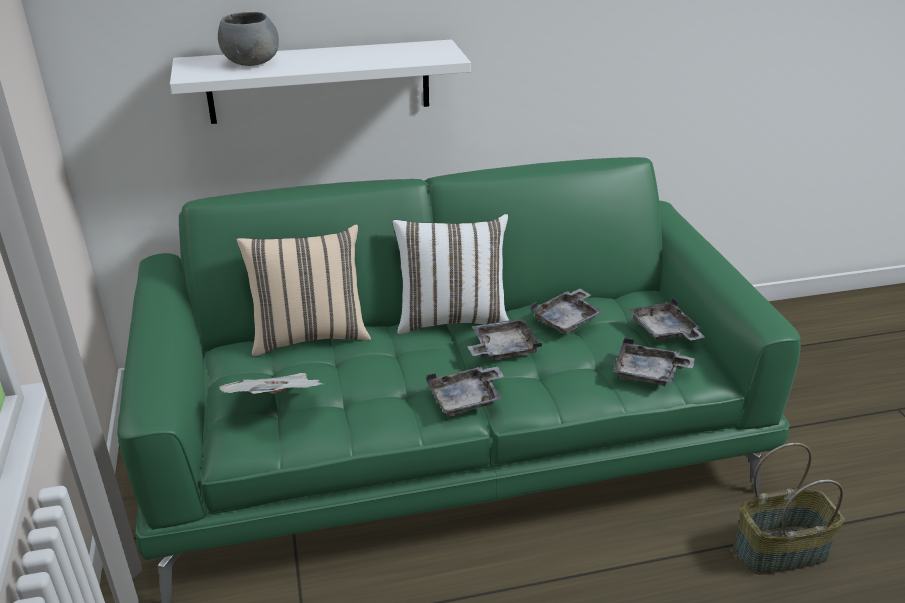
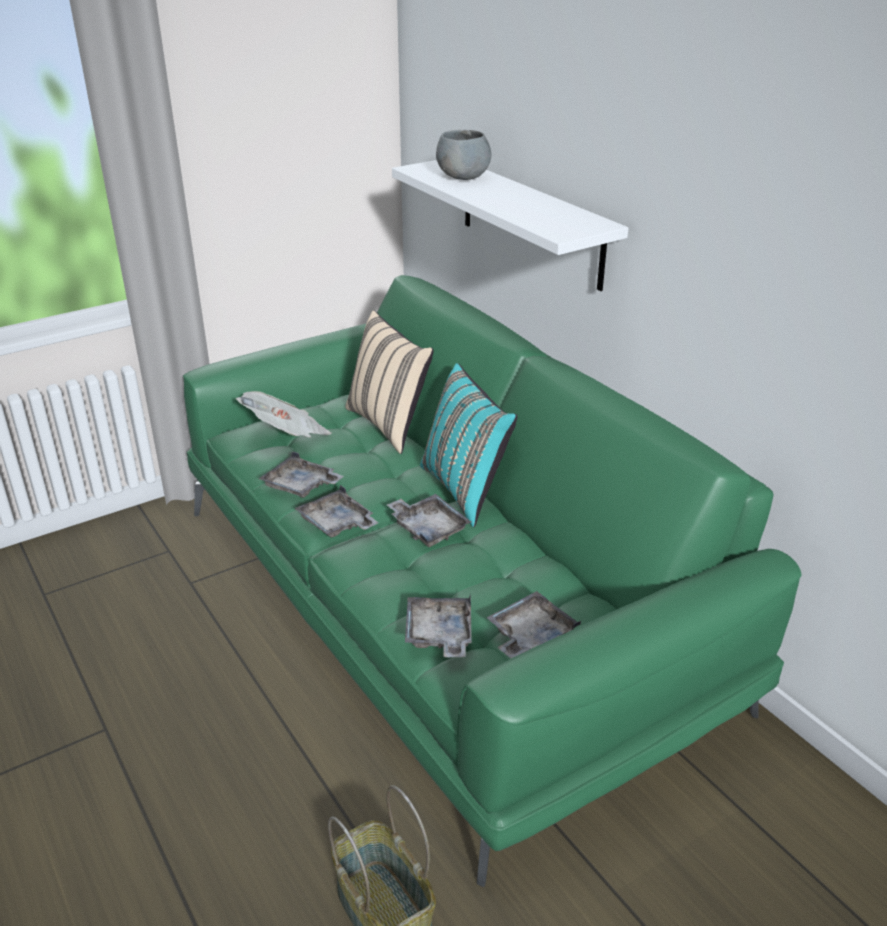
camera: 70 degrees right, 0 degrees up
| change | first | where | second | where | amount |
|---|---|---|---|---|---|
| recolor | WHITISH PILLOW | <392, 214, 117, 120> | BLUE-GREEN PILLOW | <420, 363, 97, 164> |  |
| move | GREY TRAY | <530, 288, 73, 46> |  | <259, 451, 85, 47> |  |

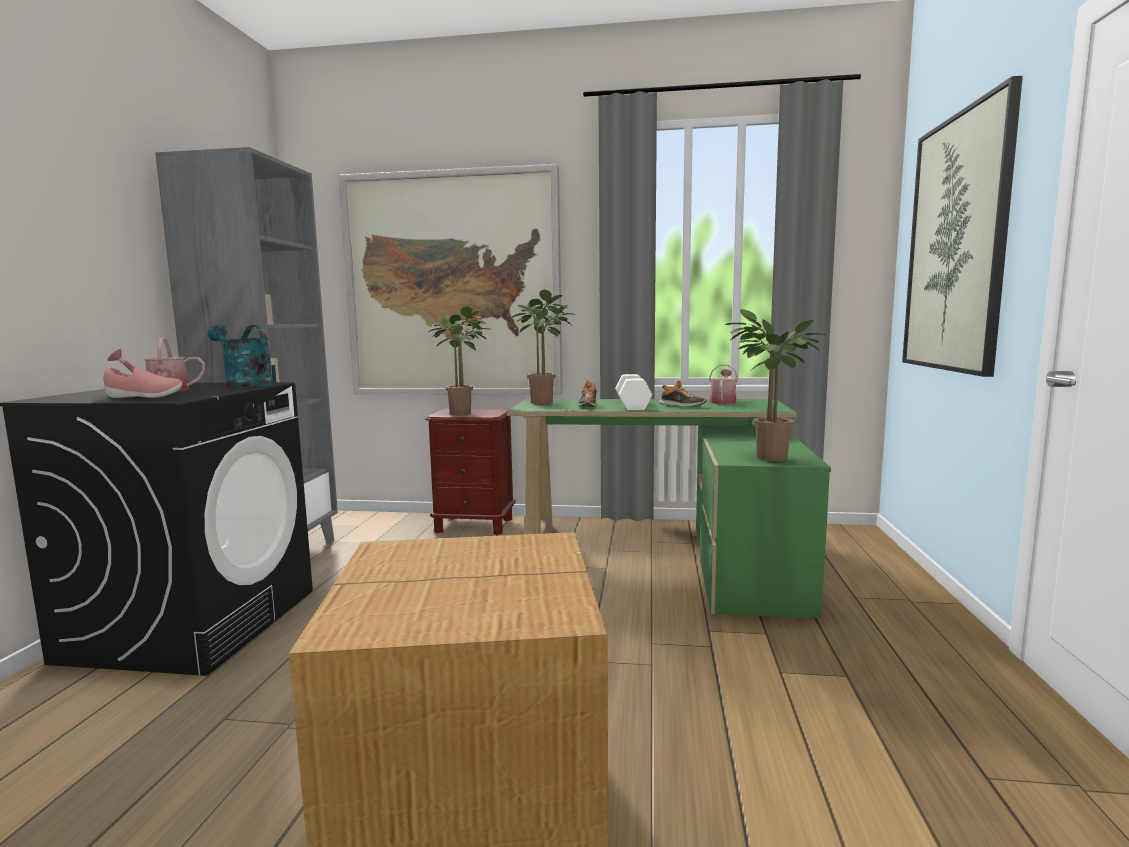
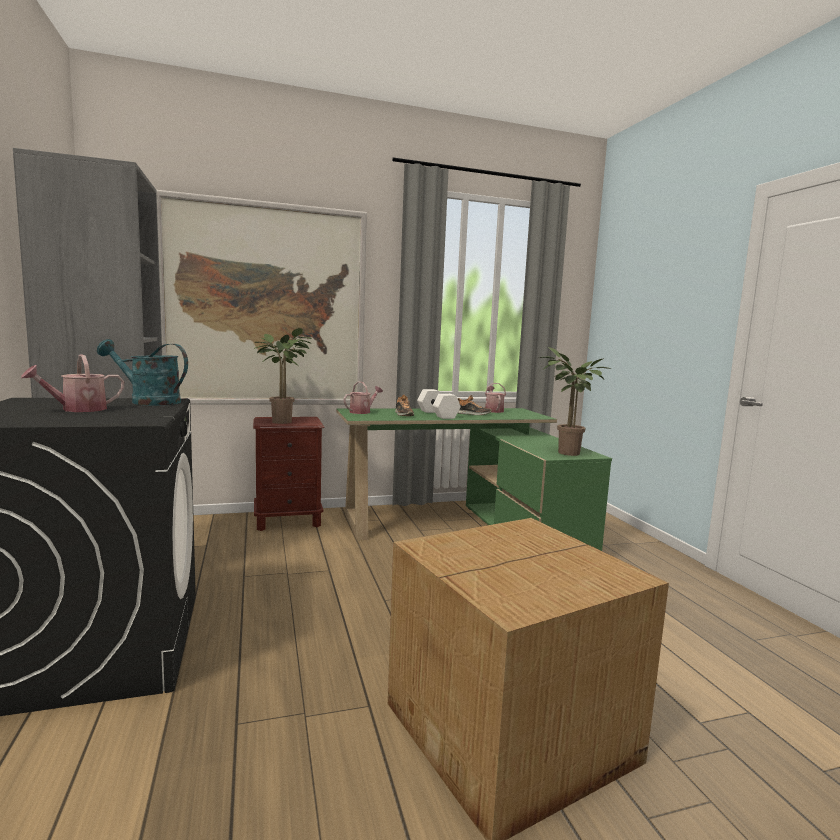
camera: 25 degrees left, 0 degrees up
| change | first | where | second | where | amount |
|---|---|---|---|---|---|
| delete | WALL PICTURE | <902, 76, 121, 301> |  |  |  |
| replace | PLANT IN A POT | <512, 290, 64, 114> | WATERING CAN | <344, 381, 39, 33> |  |
| delete | PINK LOW SHOE | <103, 367, 80, 31> |  |  |  |

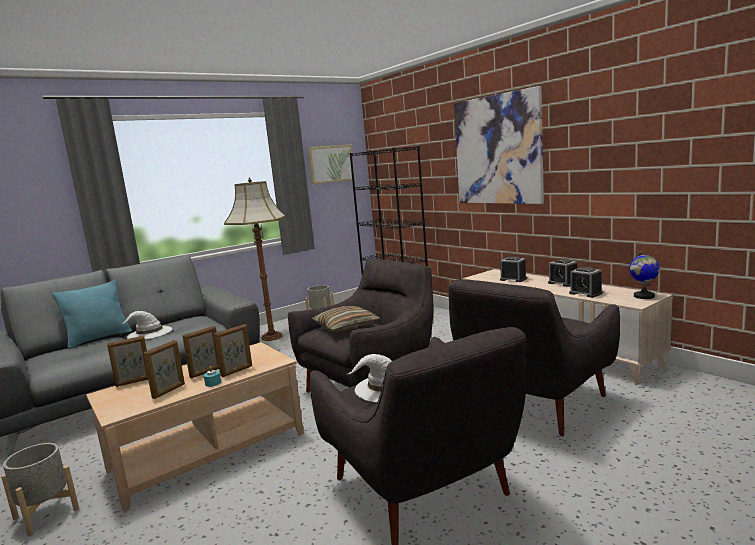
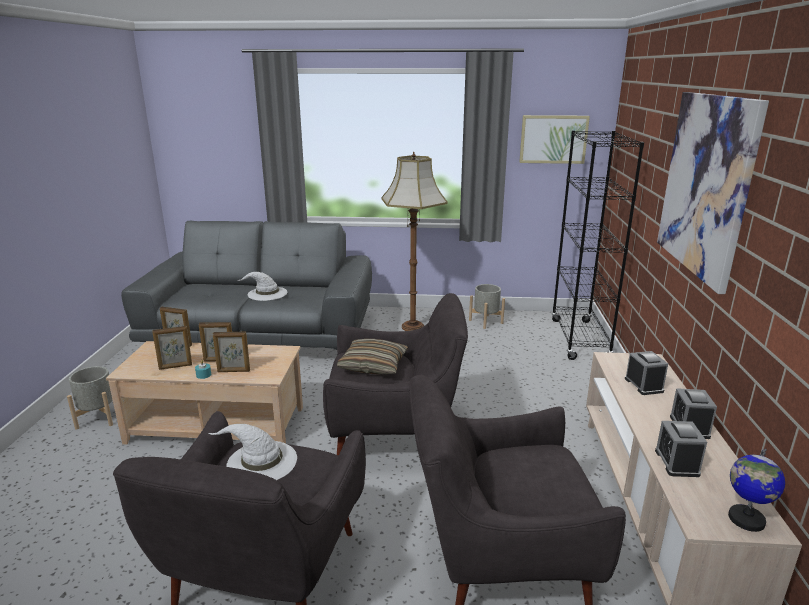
camera: 40 degrees right, 10 degrees up
| change | first | where | second | where | amount |
|---|---|---|---|---|---|
| delete | BLUE-GREEN PILLOW | <52, 280, 80, 69> |  |  |  |

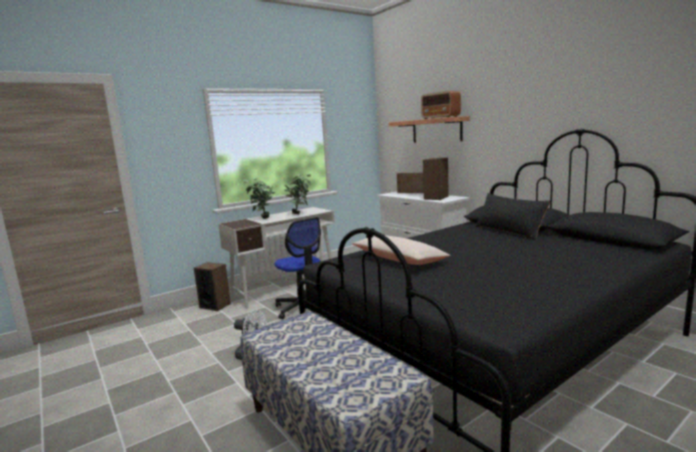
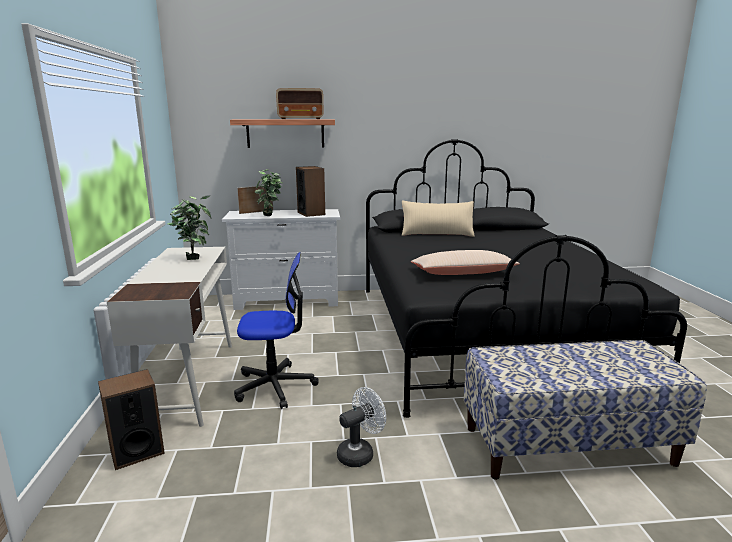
camera: 60 degrees left, 5 degrees up
| change | first | where | second | where | amount |
|---|---|---|---|---|---|
| move | PLANT IN A POT | <243, 178, 33, 41> |  | <254, 169, 28, 47> |  |
| recolor | BLACK PILLOW | <475, 193, 75, 47> | BEIGE PILLOW | <402, 201, 73, 36> |  |

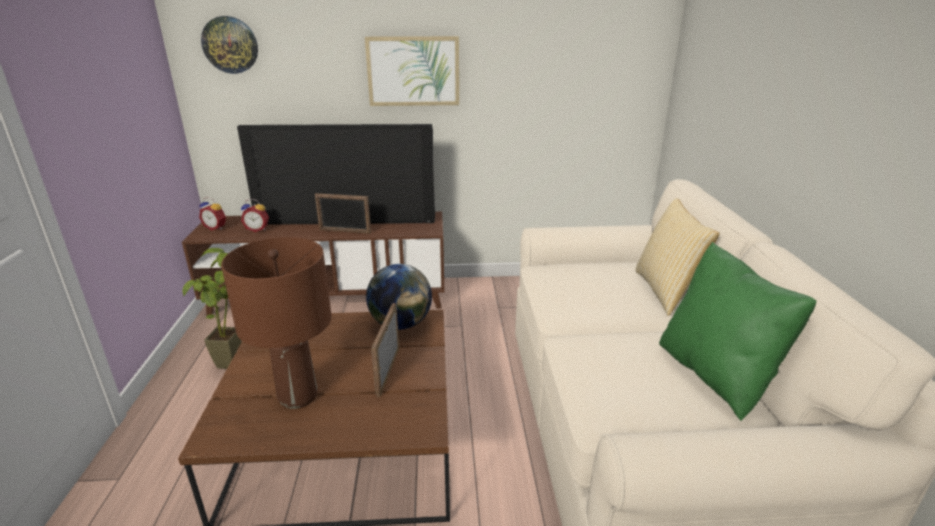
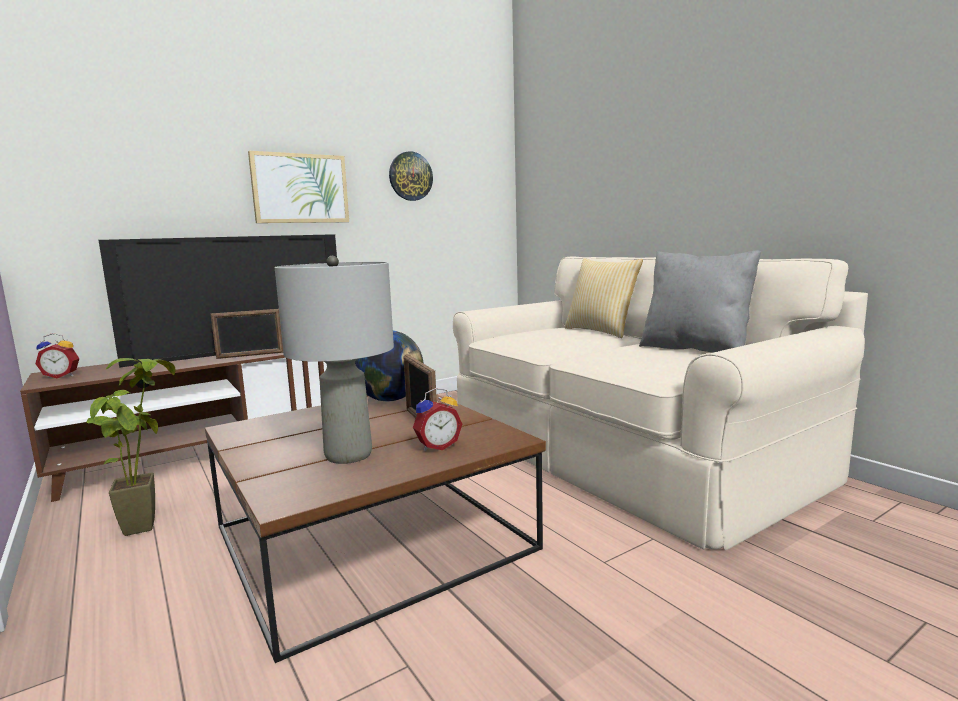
camera: 30 degrees left, 15 degrees down
| change | first | where | second | where | amount |
|---|---|---|---|---|---|
| move | HANGING CLOCK | <201, 16, 57, 58> |  | <389, 151, 44, 50> |  |
| move | ALARM CLOCK | <241, 199, 28, 33> |  | <413, 388, 49, 63> |  |
| recolor | BROWN-COLOURED TABLETOP LAMP | <221, 237, 111, 172> | GREY TABLETOP LAMP | <275, 256, 119, 208> |  |
| recolor | GREENISH PILLOW | <659, 242, 158, 179> | GREY PILLOW | <639, 251, 122, 101> |  |

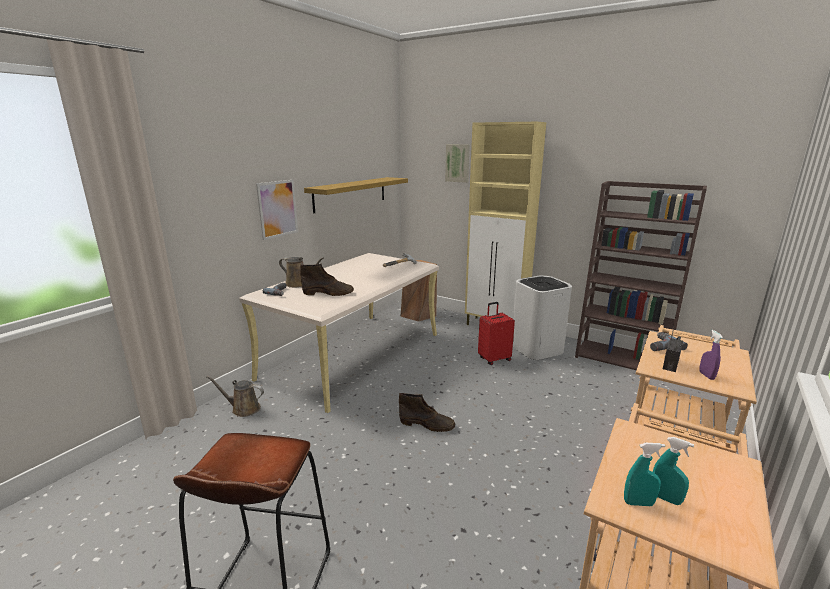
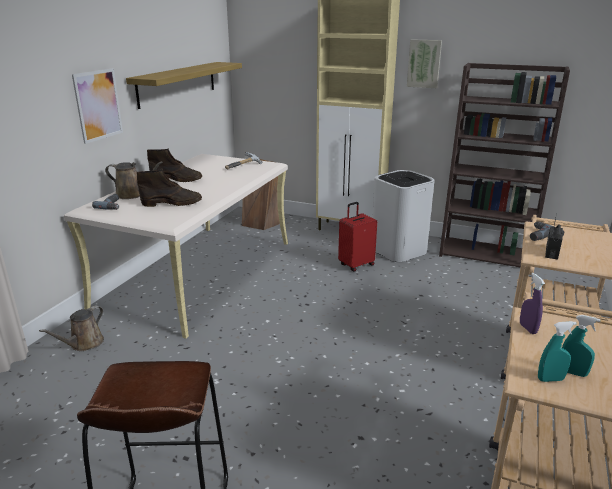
camera: 10 degrees left, 5 degrees up
| change | first | where | second | where | amount |
|---|---|---|---|---|---|
| move | WALL PICTURE | <445, 144, 25, 39> |  | <407, 39, 35, 49> |  |
| move | PURPLE HAND SPRAYER | <699, 330, 24, 50> |  | <520, 273, 25, 61> |  |
| rotate | BROWN-COLOURED WATERING CAN | <206, 376, 58, 41> |  | <39, 305, 65, 46> | 60 degrees counterclockwise |
| move | BROWN-COLOURED TALL BOOT | <399, 393, 56, 39> |  | <147, 148, 55, 34> |  |

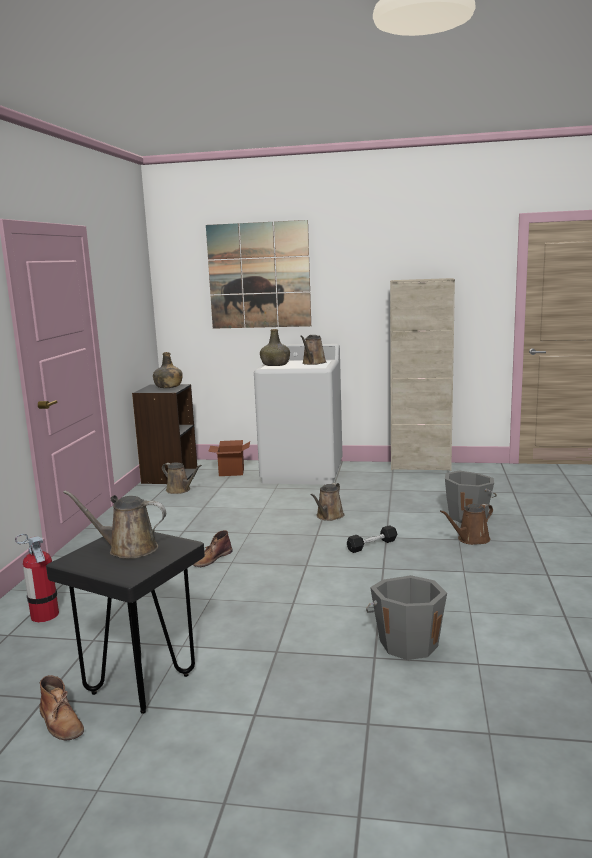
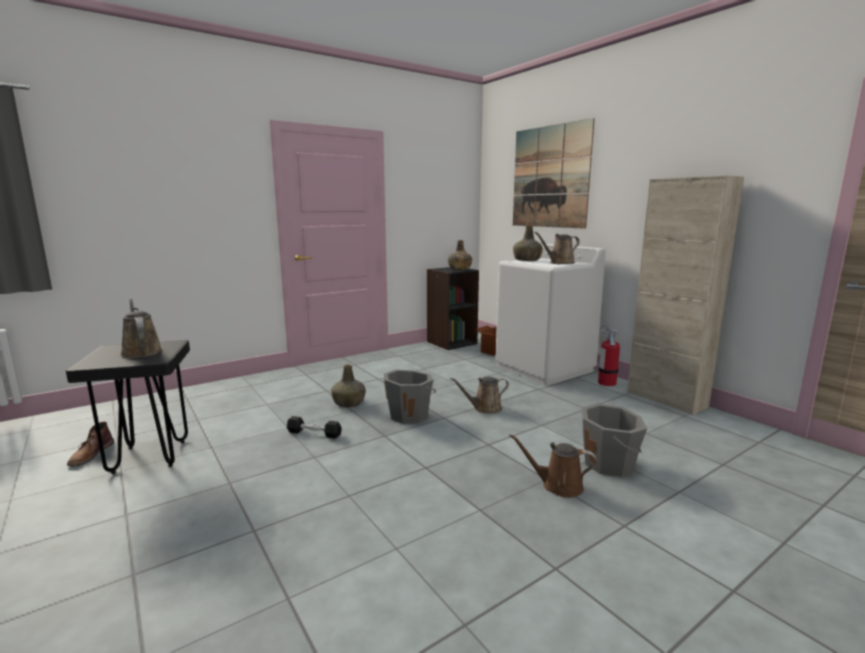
camera: 45 degrees right, 0 degrees up
| change | first | where | second | where | amount |
|---|---|---|---|---|---|
| delete | BROWN-COLOURED WATERING CAN | <162, 462, 40, 32> |  |  |  |
| move | BLACK HAND WEIGHT | <347, 525, 50, 28> |  | <287, 416, 55, 23> |  |
| replace | BROWN-COLOURED TALL BOOT | <193, 530, 40, 37> | GREENISH BOTTLE | <331, 364, 34, 43> |  |
| move | FIRE EXTINGUISHER | <15, 534, 44, 88> |  | <598, 326, 22, 60> |  |
| move | GREY BUCKET | <366, 575, 81, 85> |  | <384, 369, 52, 54> |  |

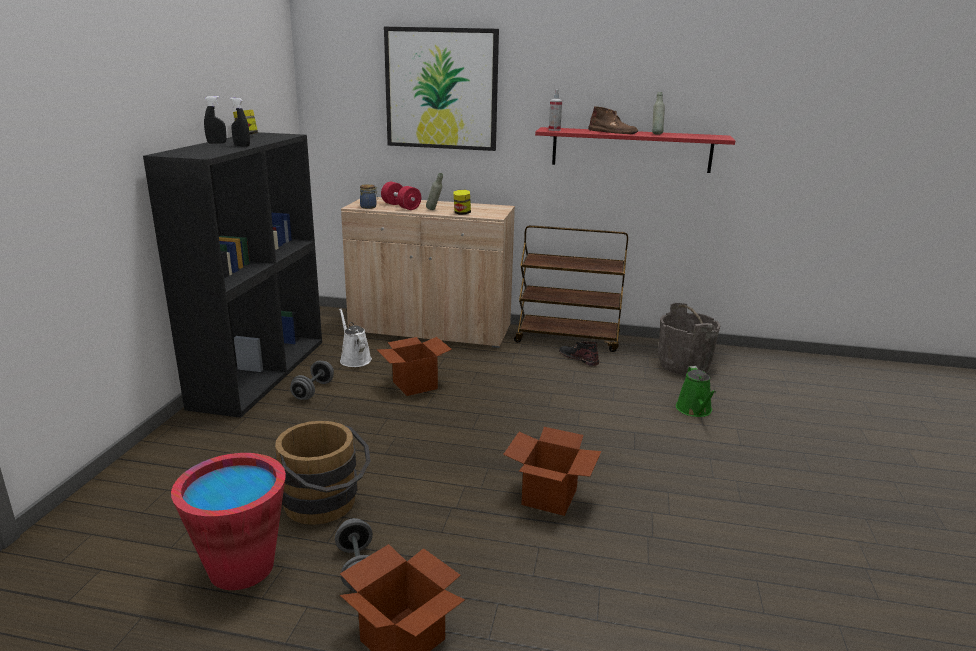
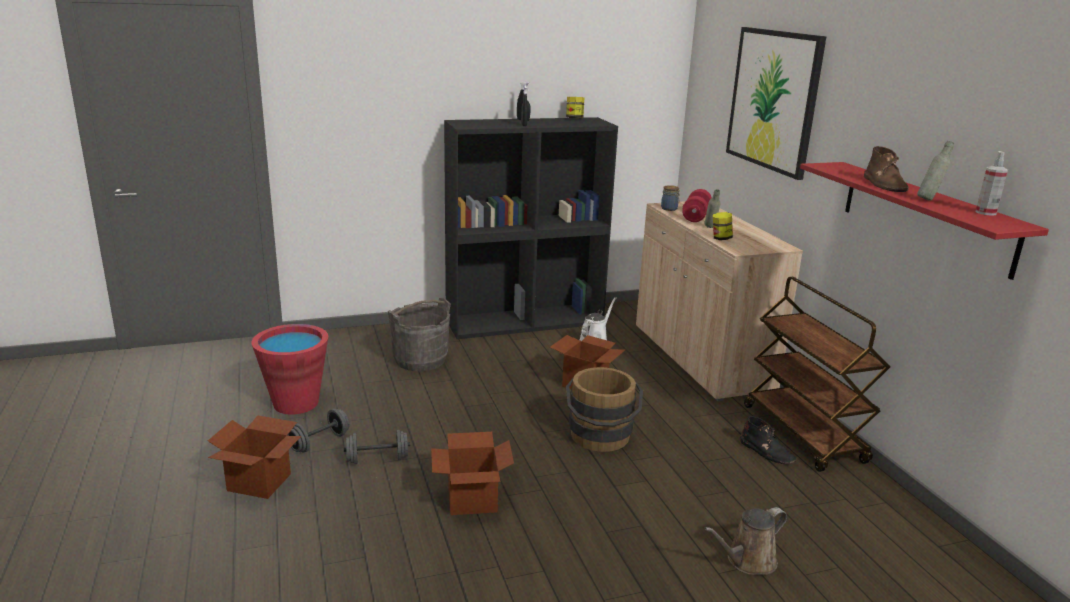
camera: 60 degrees right, 0 degrees up
| change | first | where | second | where | amount |
|---|---|---|---|---|---|
| move | HAND SPRAYER | <549, 89, 13, 42> |  | <976, 151, 32, 65> |  |
| move | GREY BUCKET | <658, 303, 63, 72> |  | <388, 298, 63, 73> |  |
| rotate | BLACK TALL BOOT | <559, 341, 40, 25> |  | <739, 416, 57, 48> | 120 degrees clockwise |
| move | GREY HAND WEIGHT | <290, 361, 44, 39> |  | <344, 430, 66, 34> |  |
| recolor | GREENISH WATERING CAN | <676, 366, 40, 51> | BROWN-COLOURED WATERING CAN | <704, 507, 83, 68> |  |
| move | BROWN-COLOURED BUCKET | <275, 421, 95, 104> |  | <566, 367, 77, 85> |  |

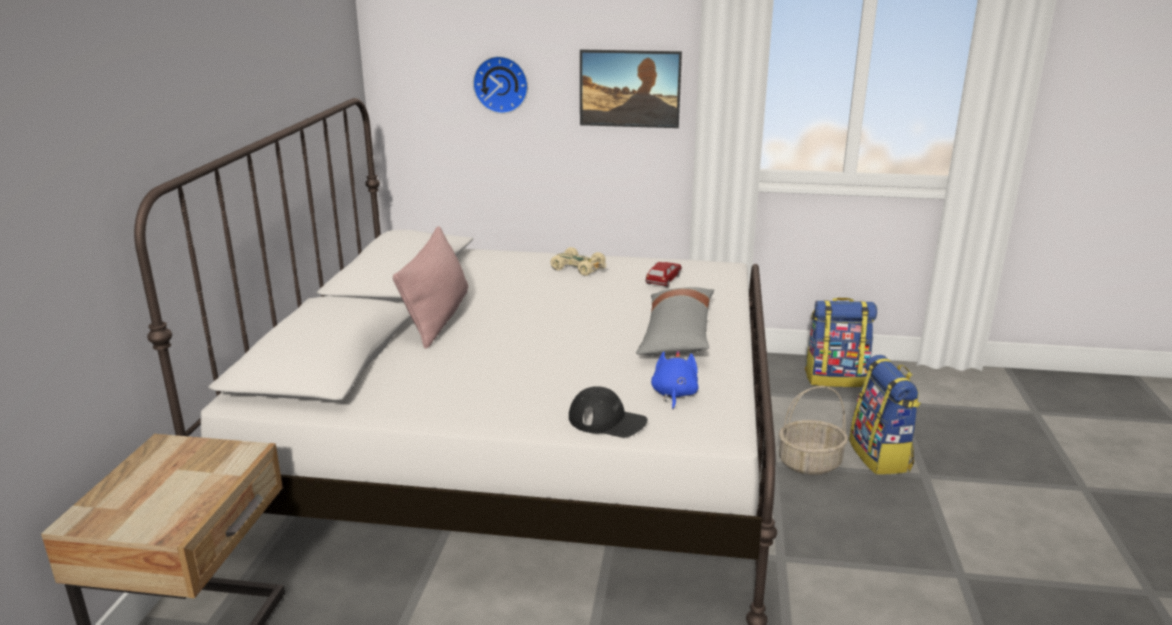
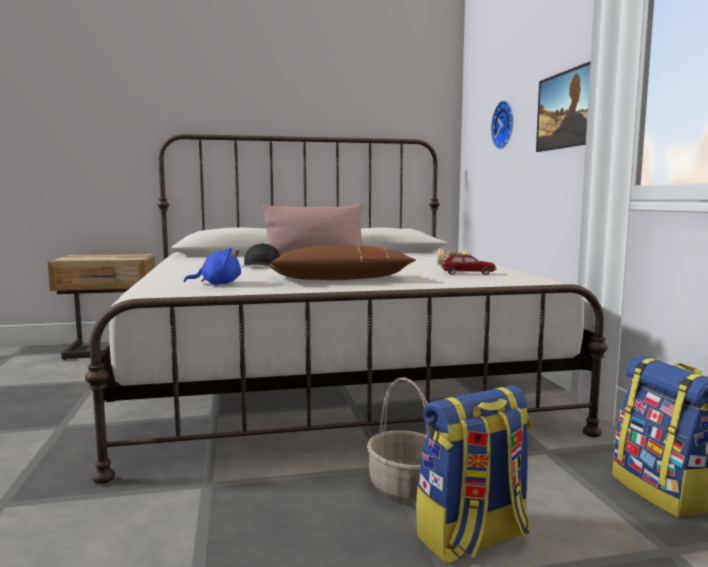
camera: 70 degrees right, 15 degrees down
| change | first | where | second | where | amount |
|---|---|---|---|---|---|
| recolor | GREY PILLOW | <636, 287, 78, 69> | BROWN-COLOURED PILLOW | <268, 245, 148, 35> |  |
| move | BLACK PEAKED CAP | <569, 387, 79, 50> |  | <243, 243, 37, 24> |  |

